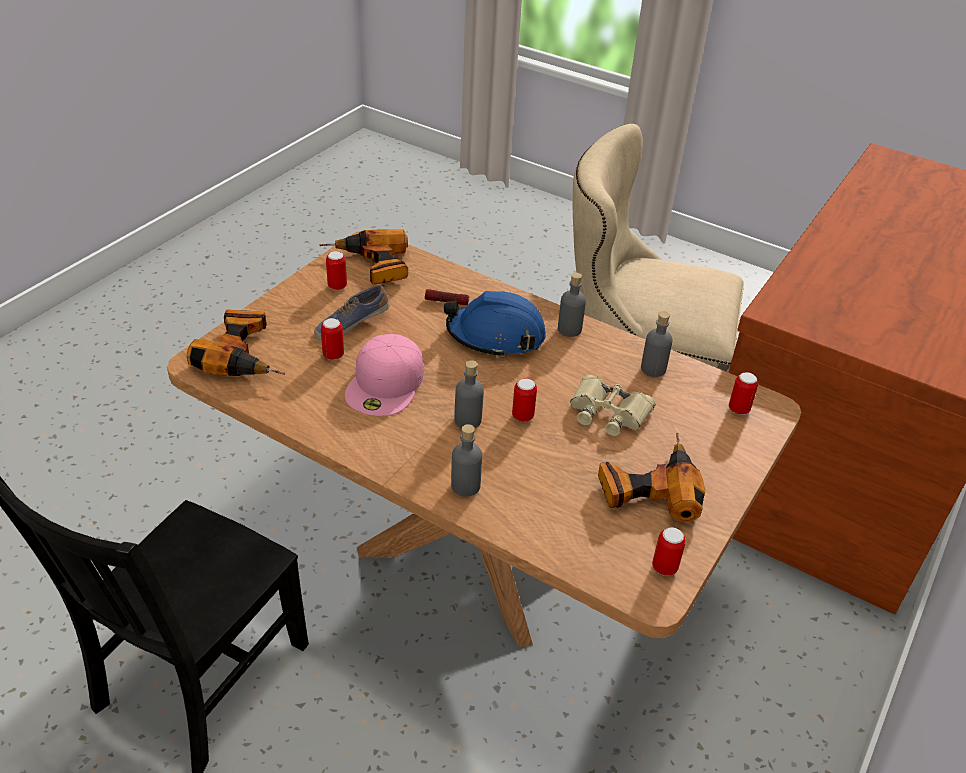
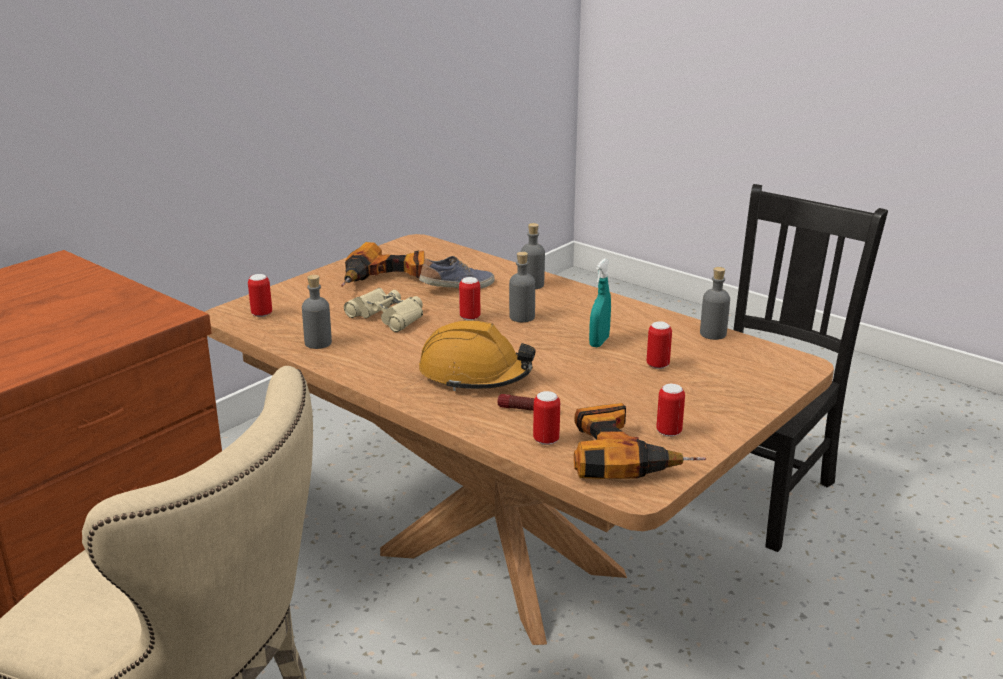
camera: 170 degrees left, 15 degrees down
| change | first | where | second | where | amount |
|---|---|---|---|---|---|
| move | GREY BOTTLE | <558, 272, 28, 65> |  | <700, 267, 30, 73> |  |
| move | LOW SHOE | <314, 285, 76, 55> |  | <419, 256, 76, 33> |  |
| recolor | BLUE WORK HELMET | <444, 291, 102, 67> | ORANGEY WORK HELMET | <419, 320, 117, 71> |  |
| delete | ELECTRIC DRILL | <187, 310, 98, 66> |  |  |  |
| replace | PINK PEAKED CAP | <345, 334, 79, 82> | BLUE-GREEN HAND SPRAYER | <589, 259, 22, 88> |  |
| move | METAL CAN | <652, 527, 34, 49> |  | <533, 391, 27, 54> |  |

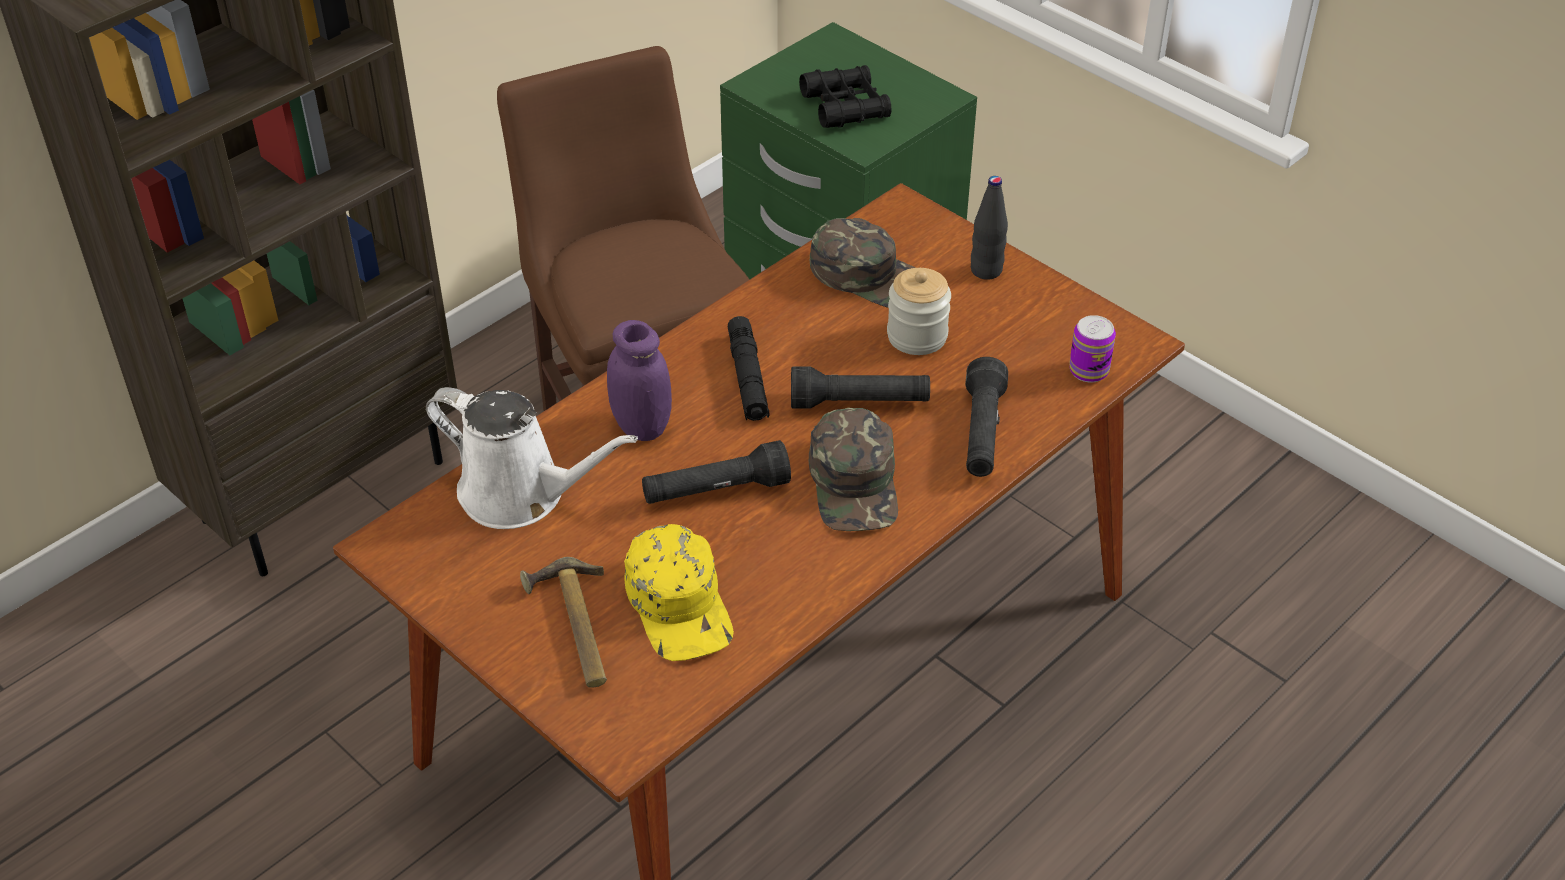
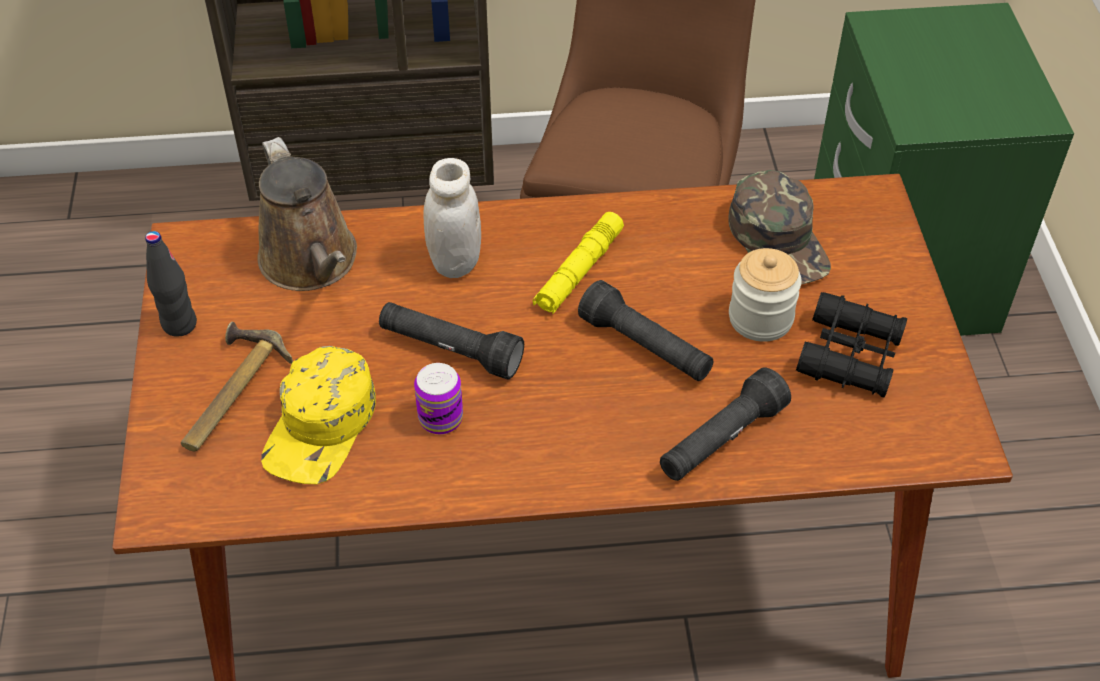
camera: 40 degrees right, 5 degrees up
| change | first | where | second | where | amount |
|---|---|---|---|---|---|
| move | BLACK PAIR OF BINOCULARS | <799, 65, 93, 63> |  | <796, 292, 111, 105> |  |
| move | BLACK BOTTLE | <971, 176, 37, 104> |  | <145, 231, 52, 106> |  |
| move | METAL CAN | <1069, 315, 47, 68> |  | <414, 363, 49, 71> |  |
| recolor | BLACK FLASHLIGHT | <728, 316, 42, 105> | YELLOW FLASHLIGHT | <533, 212, 91, 102> |  |
| recolor | PURPLE PRESERVE JAR | <607, 320, 65, 121> | WHITISH PRESERVE JAR | <423, 158, 58, 120> |  |
| recolor | WHITISH WATERING CAN | <426, 387, 212, 142> | BROWN-COLOURED WATERING CAN | <257, 137, 100, 154> |  |
| delete | GREENISH PEAKED CAP | <809, 408, 89, 123> |  |  |  |

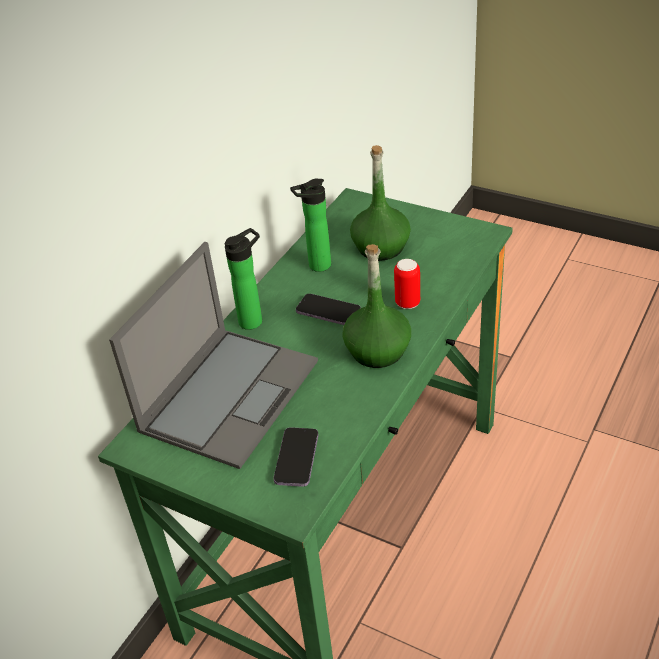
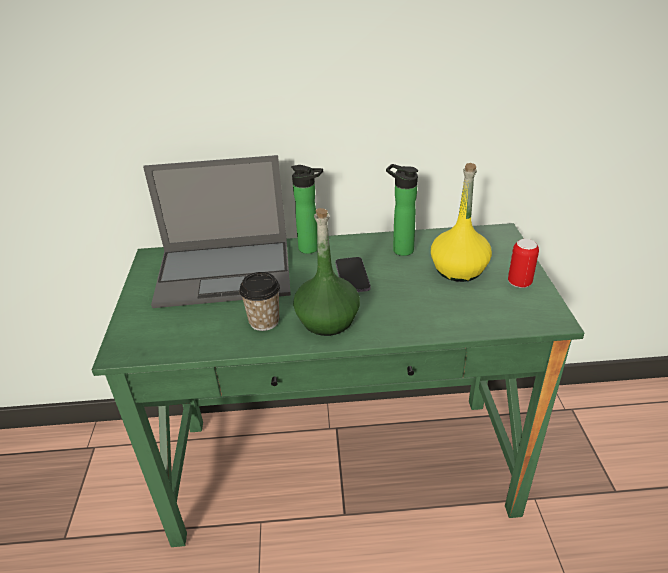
camera: 55 degrees right, 5 degrees down
| change | first | where | second | where | amount |
|---|---|---|---|---|---|
| recolor | GREENISH BOTTLE | <350, 145, 61, 116> | YELLOW BOTTLE | <431, 163, 61, 119> |  |
| move | METAL CAN | <394, 259, 26, 50> |  | <508, 239, 31, 49> |  |
| delete | HANDSET | <273, 427, 45, 60> |  |  |  |
| insert |  |  | SMALL CUP | <239, 272, 41, 59> |  |

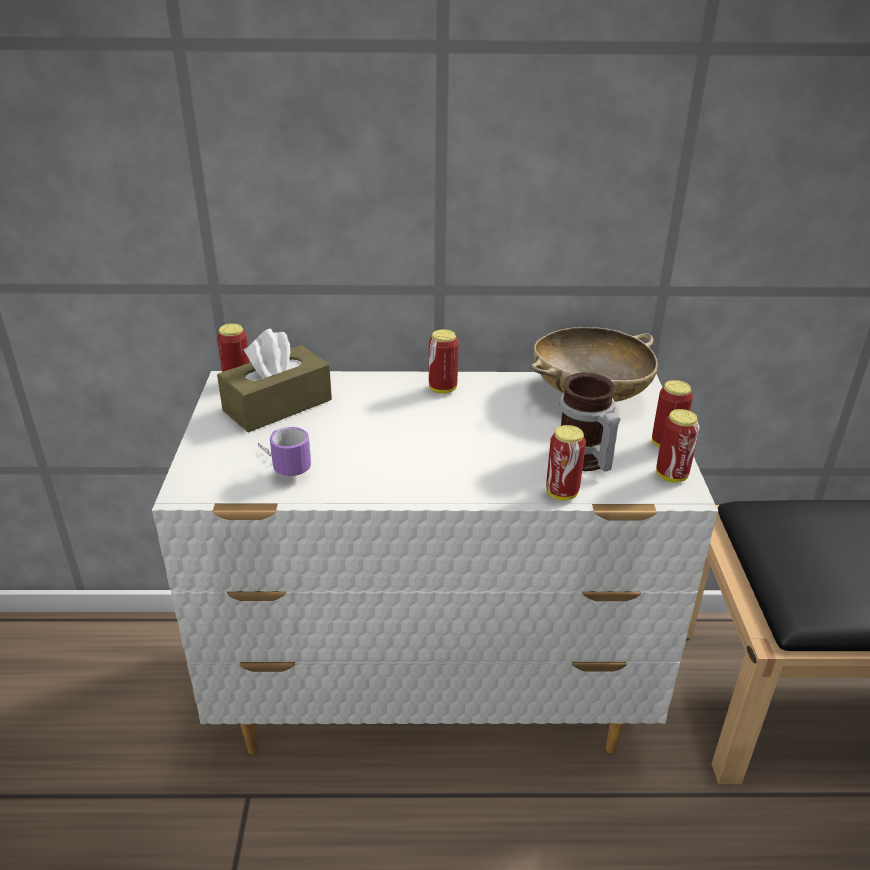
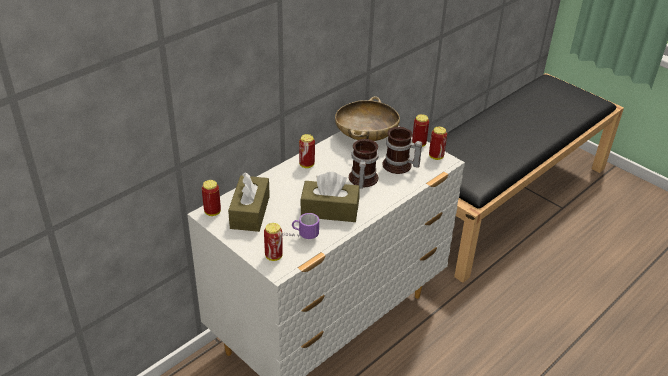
camera: 45 degrees left, 5 degrees up
| change | first | where | second | where | amount |
|---|---|---|---|---|---|
| move | METAL CAN | <546, 425, 40, 76> |  | <264, 223, 19, 38> |  |
| insert |  |  | MUG | <349, 139, 30, 50> |  |
| insert |  |  | BROWN-COLOURED TISSUE HOLDER | <300, 172, 60, 50> |  |

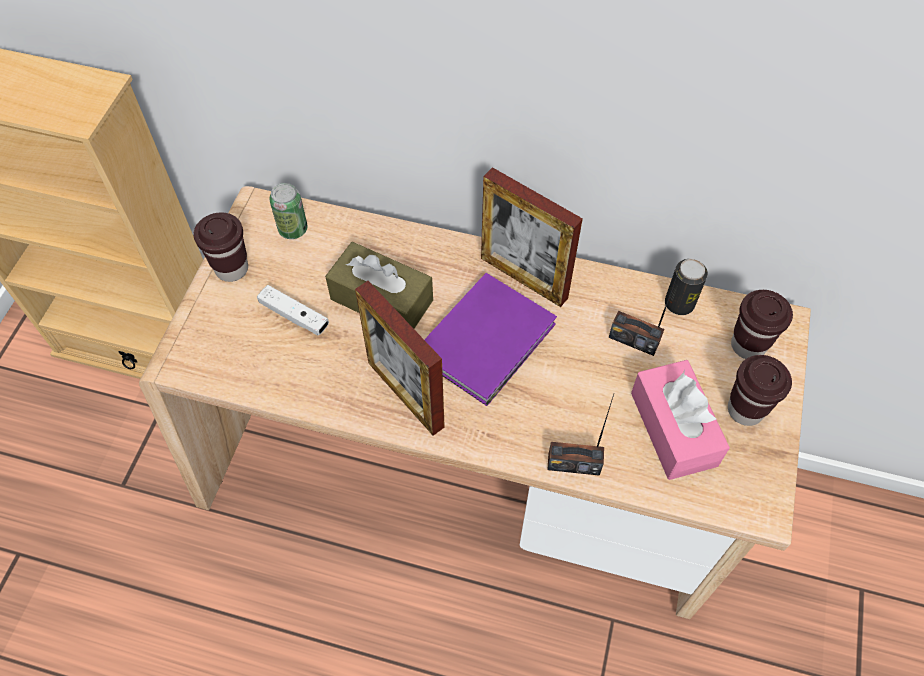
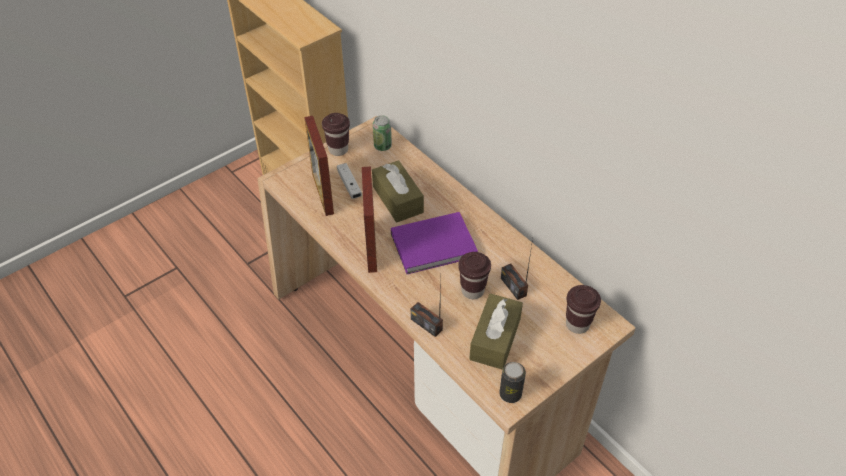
camera: 35 degrees right, 10 degrees down
| change | first | where | second | where | amount |
|---|---|---|---|---|---|
| move | PICTURE FRAME | <481, 167, 102, 140> |  | <304, 116, 30, 100> |  |
| move | METAL CAN | <665, 259, 43, 56> |  | <499, 362, 27, 41> |  |
| move | BROWN-COLOURED SMALL CUP | <728, 355, 64, 71> |  | <458, 252, 33, 47> |  |
| recolor | PINK TISSUE HOLDER | <631, 360, 99, 120> | BROWN-COLOURED TISSUE HOLDER | <469, 294, 54, 76> |  |

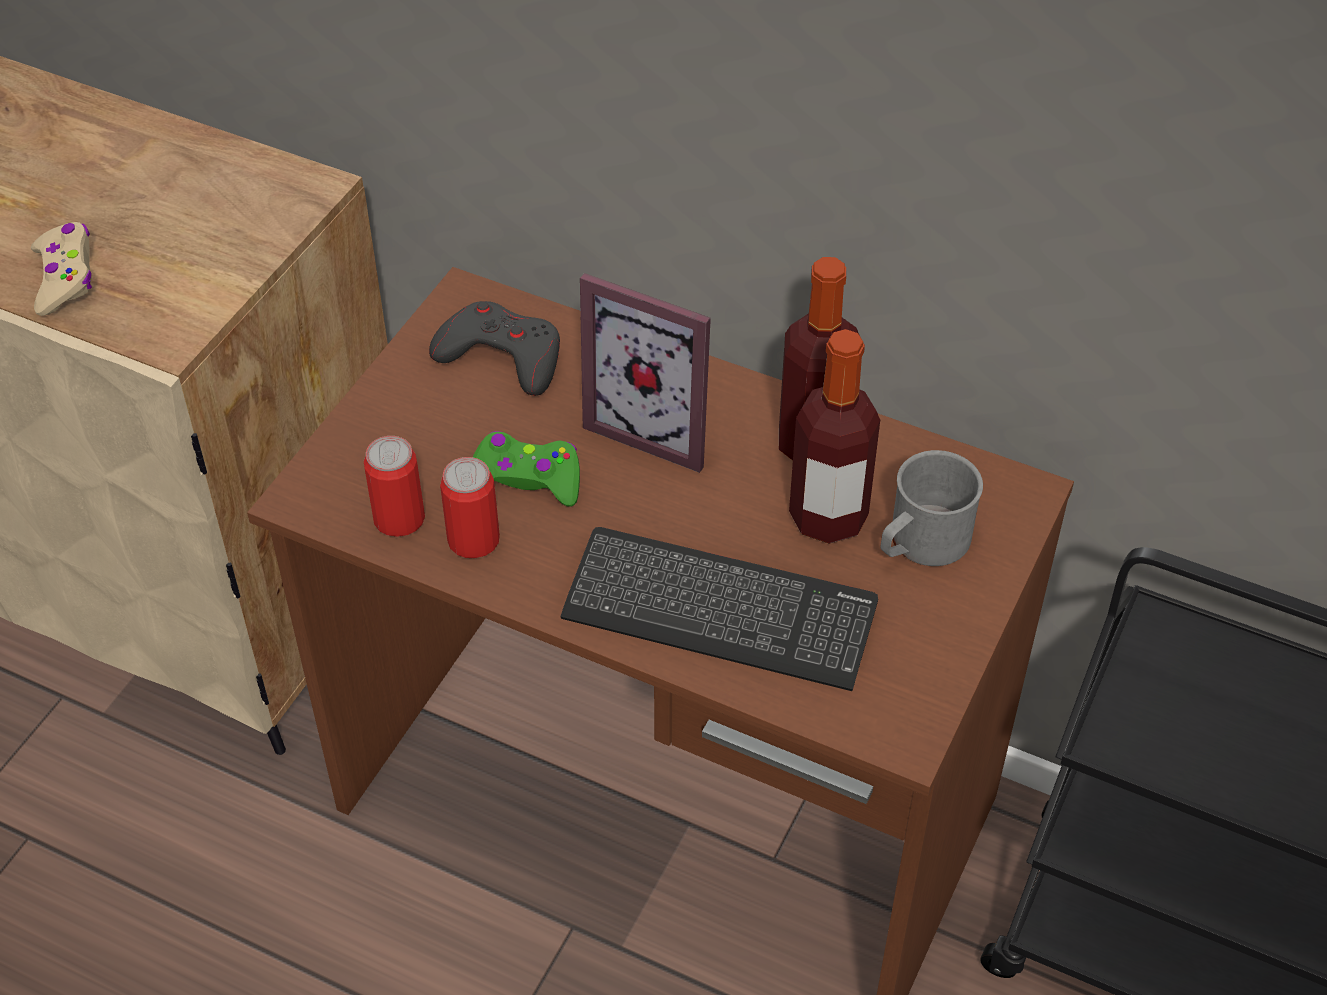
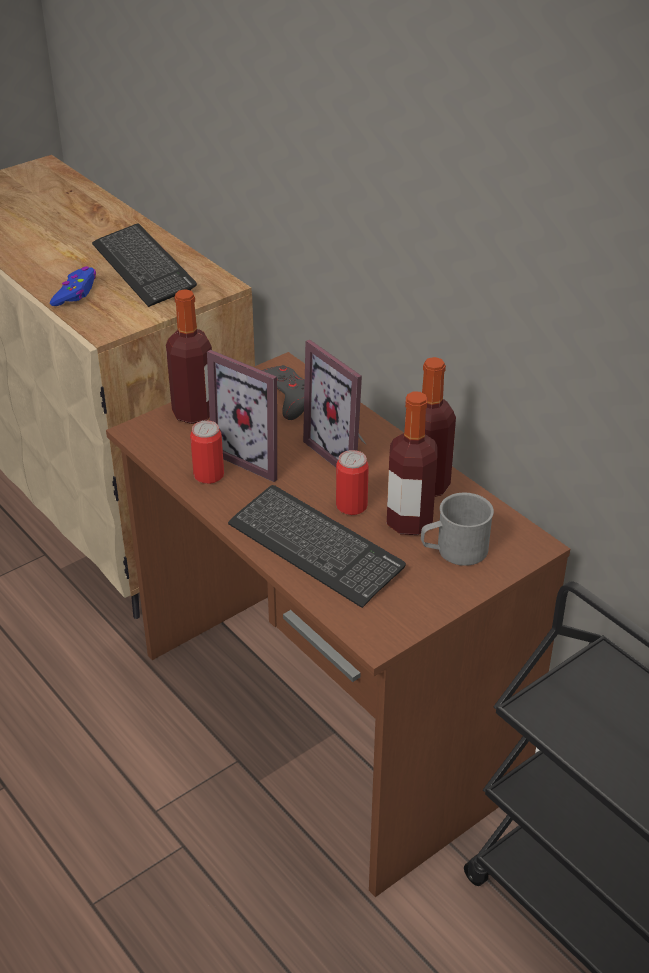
camera: 25 degrees right, 10 degrees down
| change | first | where | second | where | amount |
|---|---|---|---|---|---|
| recolor | BEIGE JOYPAD | <31, 222, 61, 94> | BLUE JOYPAD | <50, 266, 46, 40> |  |
| replace | GREENISH JOYPAD | <473, 431, 107, 76> | PICTURE FRAME | <207, 350, 70, 132> |  |
| move | METAL CAN | <364, 436, 61, 101> |  | <336, 450, 33, 65> |  |
| insert |  |  | COMPUTER KEYBOARD | <92, 224, 105, 83> |  |
| insert |  |  | BOTTLE | <166, 289, 46, 135> |  |

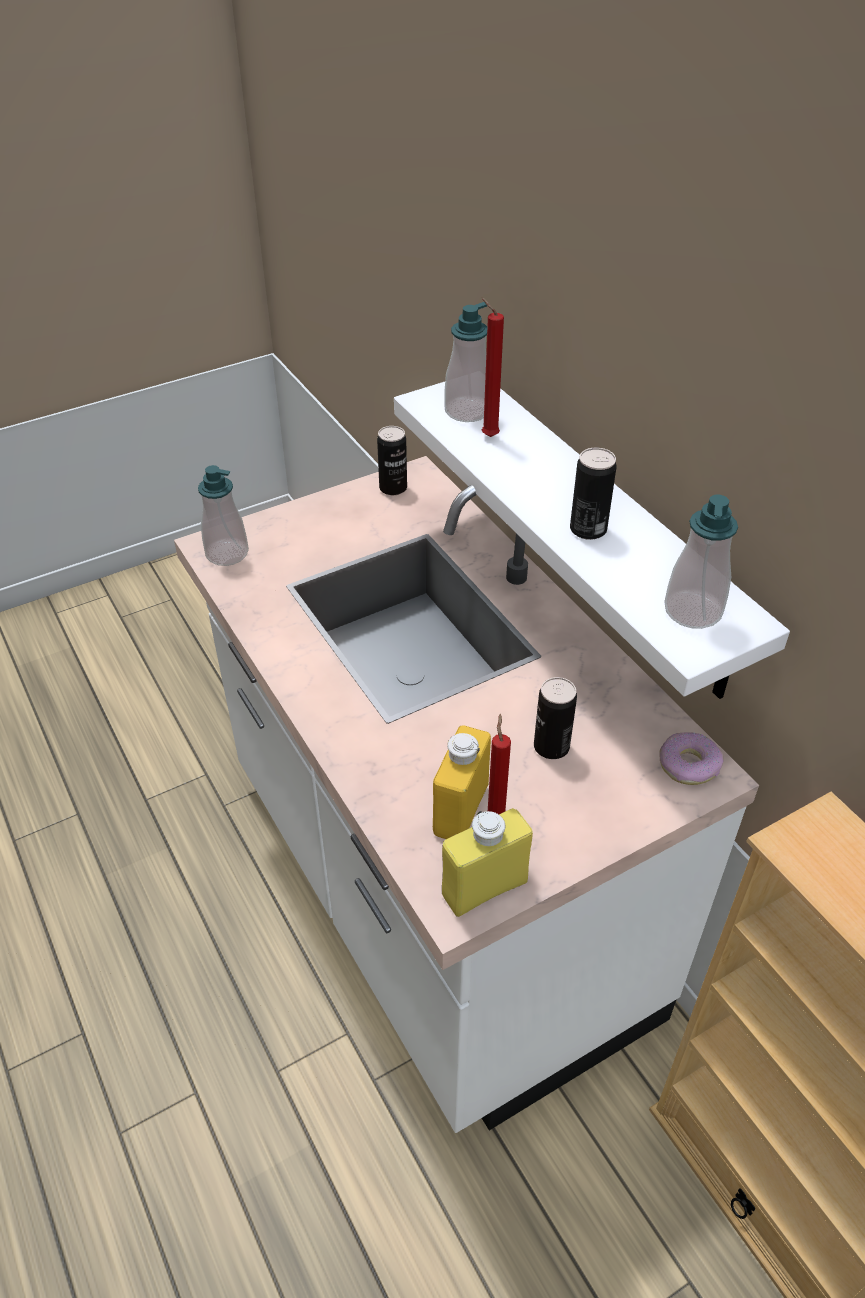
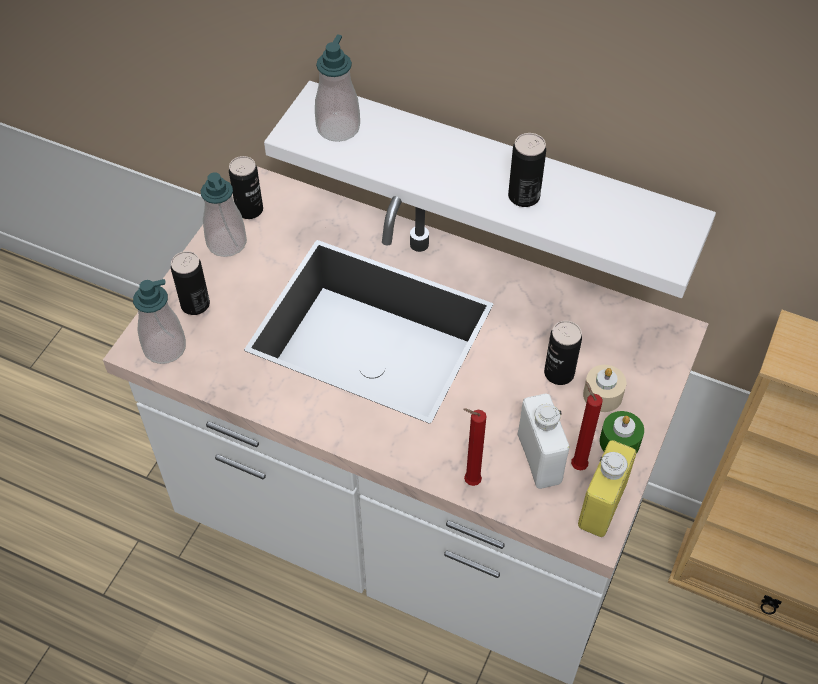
camera: 35 degrees left, 10 degrees up
| change | first | where | second | where | amount |
|---|---|---|---|---|---|
| move | RED-COLOURED WAX LIGHT | <482, 297, 22, 140> |  | <463, 409, 24, 77> |  |
| move | SOAP DISPENSER | <664, 495, 74, 134> |  | <201, 172, 46, 85> |  |
| recolor | YELLOW BOTTLE | <433, 726, 58, 113> | WHITISH BOTTLE | <518, 394, 51, 95> |  |
| delete | RING DOUGHNUT | <660, 732, 64, 53> |  |  |  |
| insert |  |  | METAL CAN | <171, 251, 39, 64> |  |
| insert |  |  | BEIGE WAX LIGHT | <583, 365, 43, 47> |  |
| insert |  |  | GREENISH WAX LIGHT | <599, 411, 45, 43> |  |

